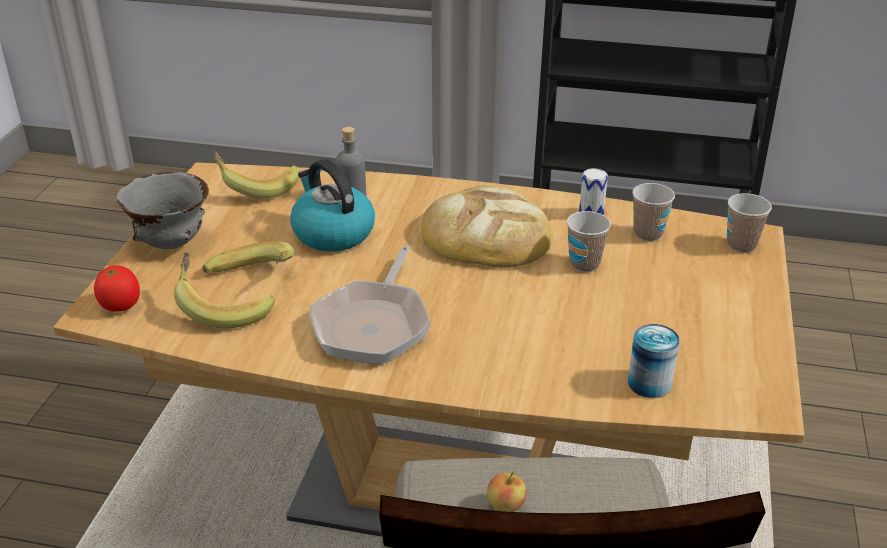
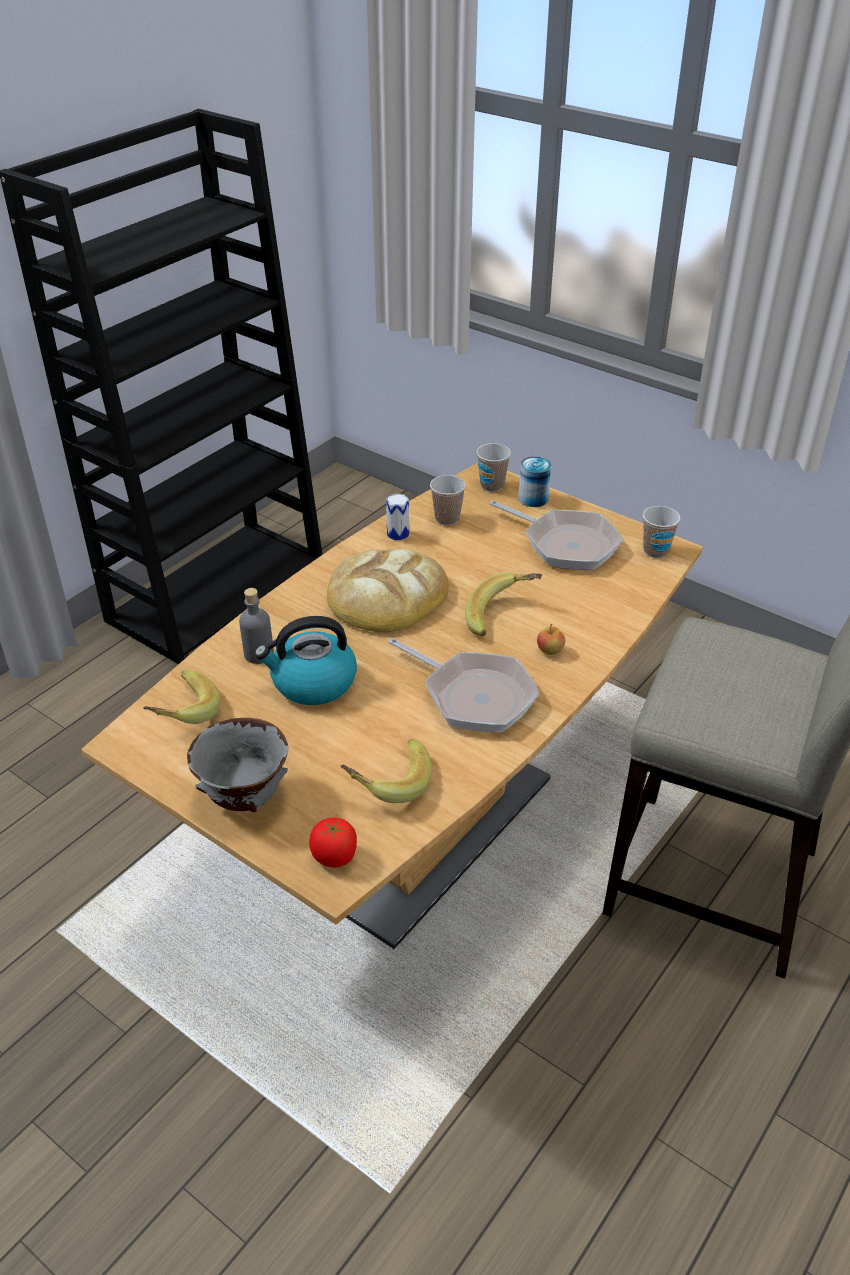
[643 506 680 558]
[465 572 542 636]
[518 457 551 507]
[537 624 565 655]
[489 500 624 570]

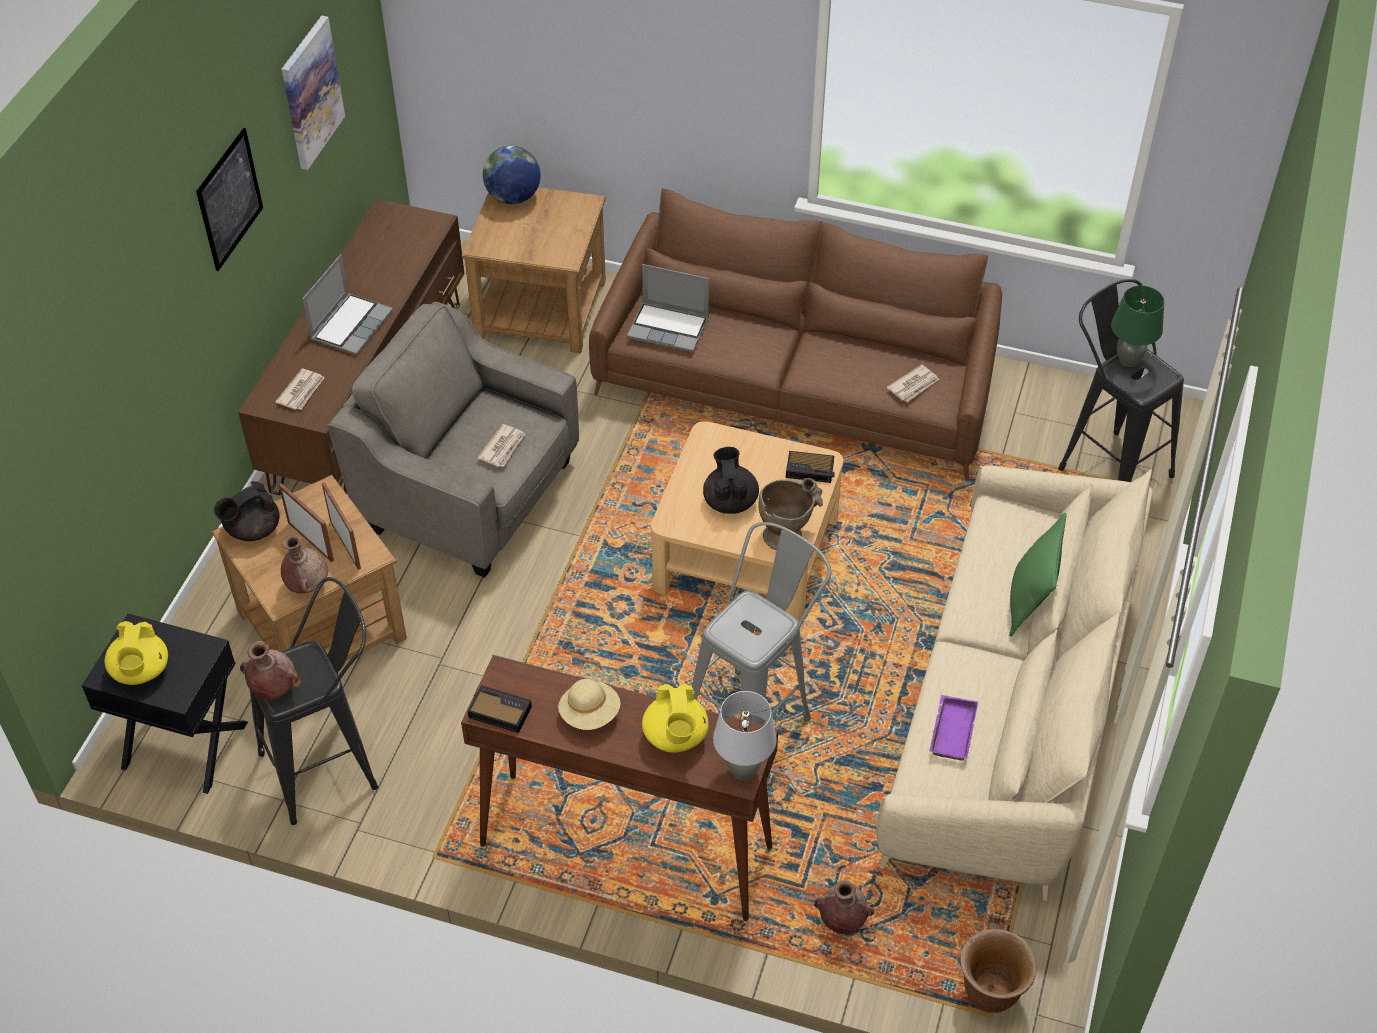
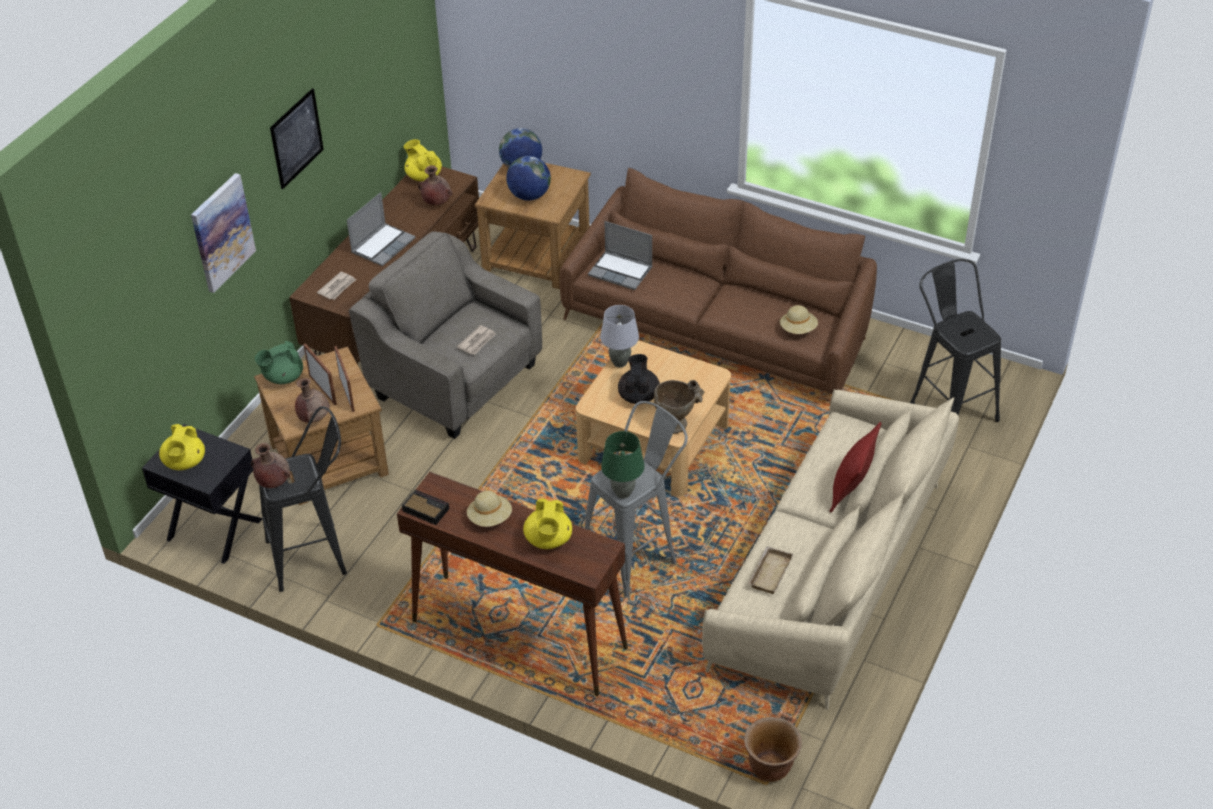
[191 173 256 293]
[601 431 645 499]
[780 305 818 334]
[786 451 835 483] (first image)
[255 341 303 384]
[830 422 881 512]
[600 305 639 367]
[748 546 793 594]
[418 165 453 205]
[404 139 442 181]
[506 156 551 201]

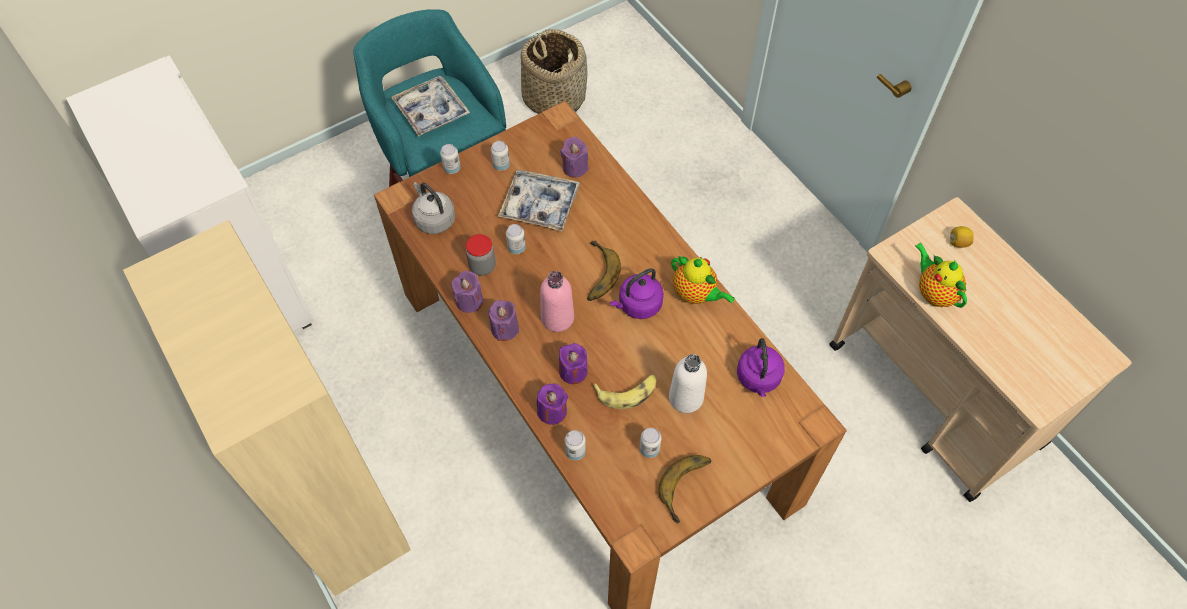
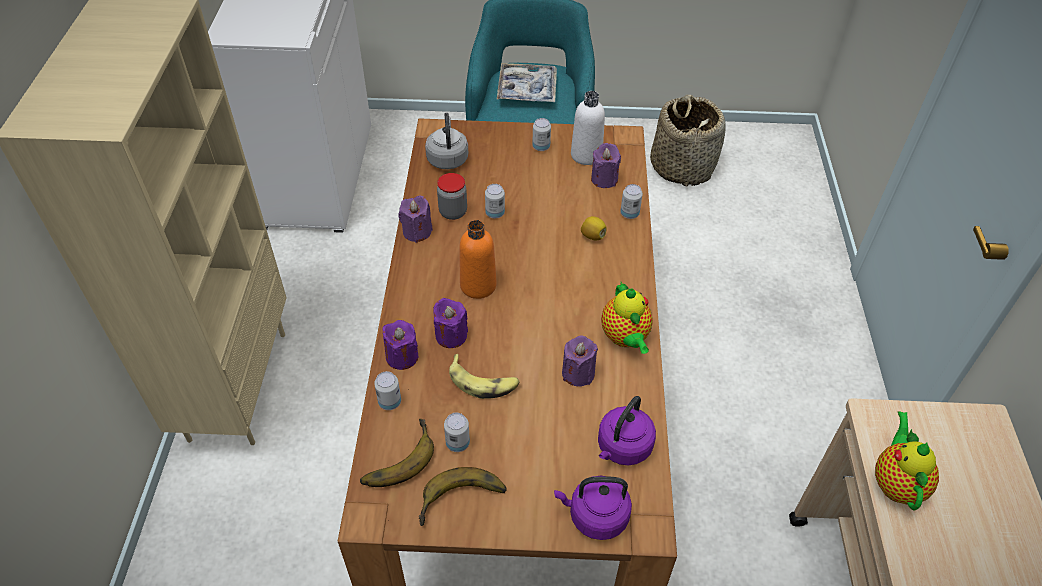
[620 184 643 219]
[498 170 580 232] (first image)
[581 216 607 241]
[360 419 434 487]
[554 476 632 540]
[459 220 496 299]
[562 335 598 387]
[571 91 605 165]

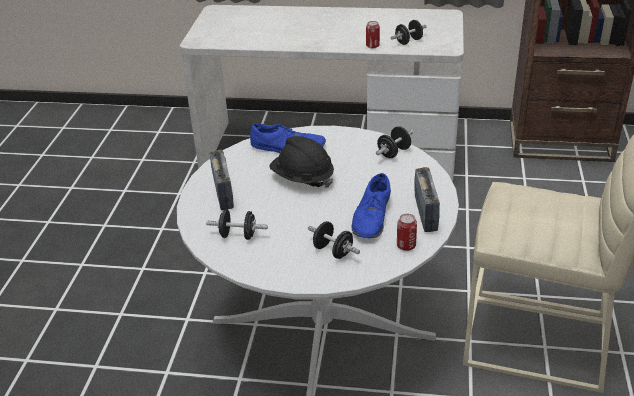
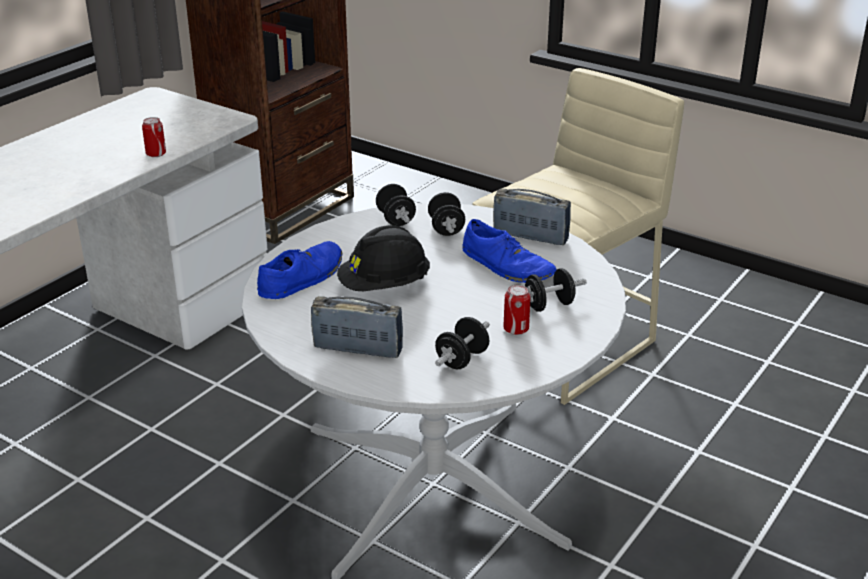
[428 192 465 236]
[503 285 531 335]

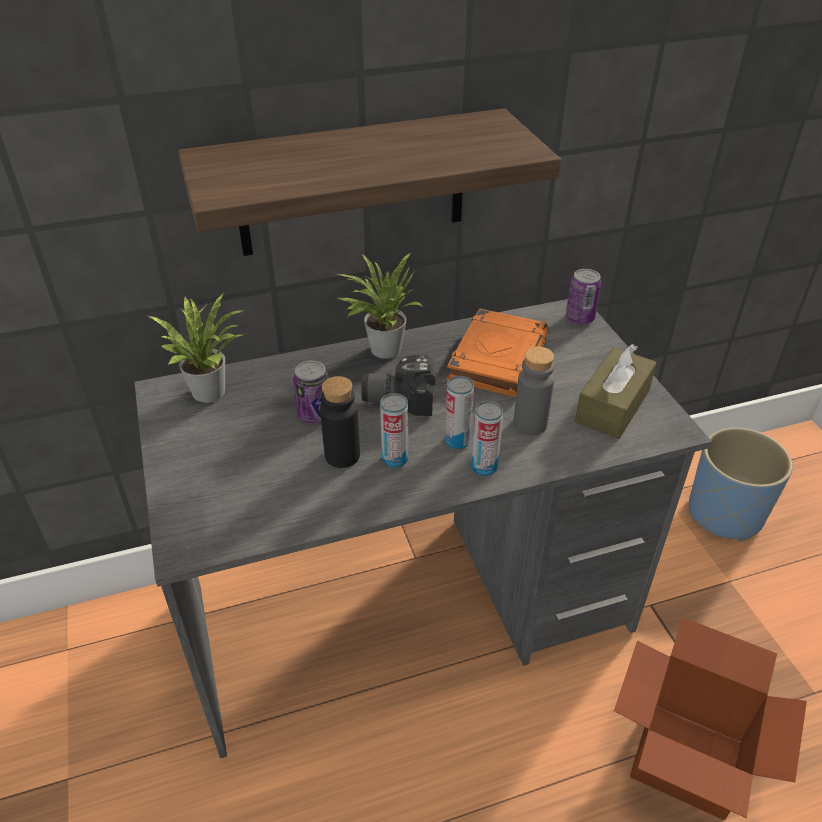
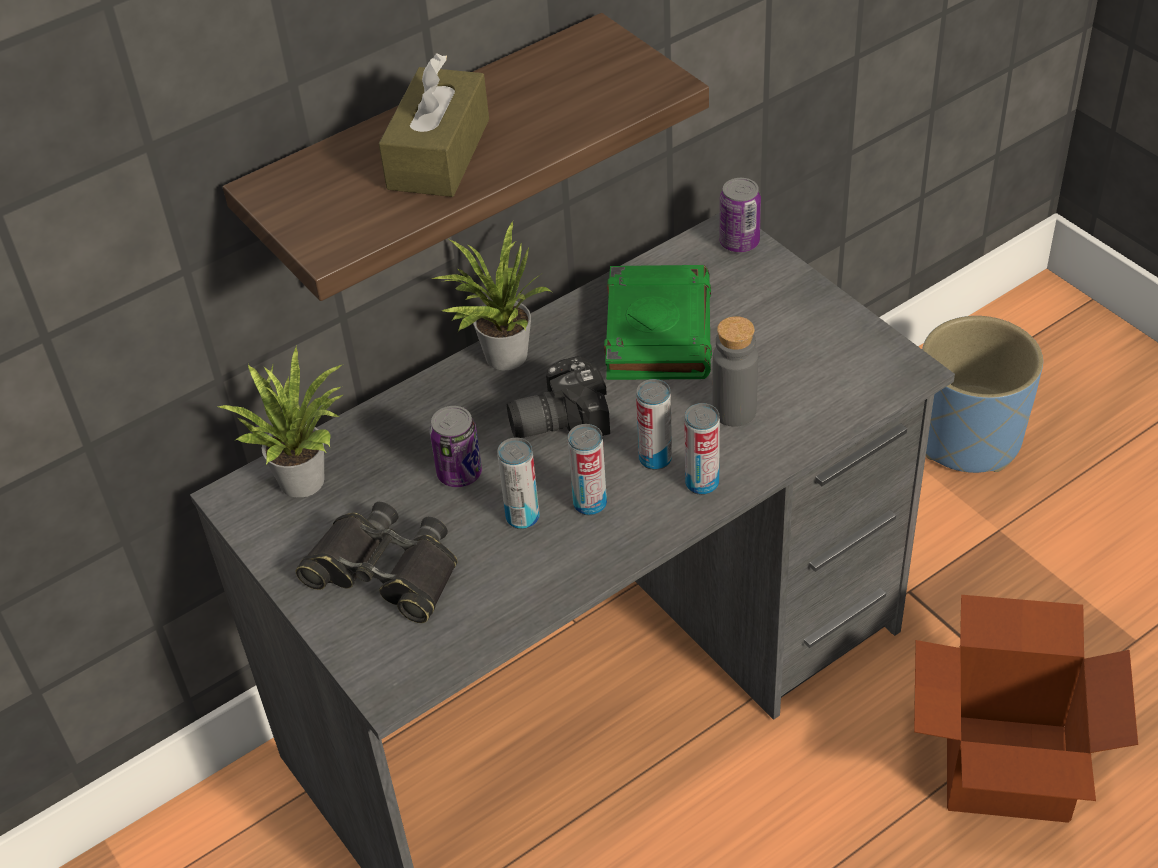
[604 265 712 380]
[379 53 489 197]
[497 438 540 529]
[295 502 458 623]

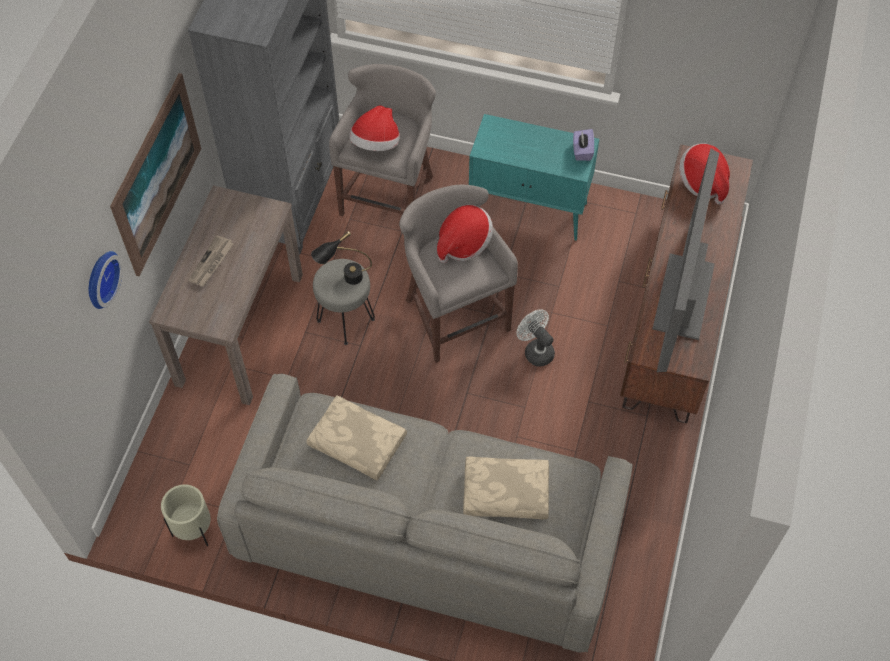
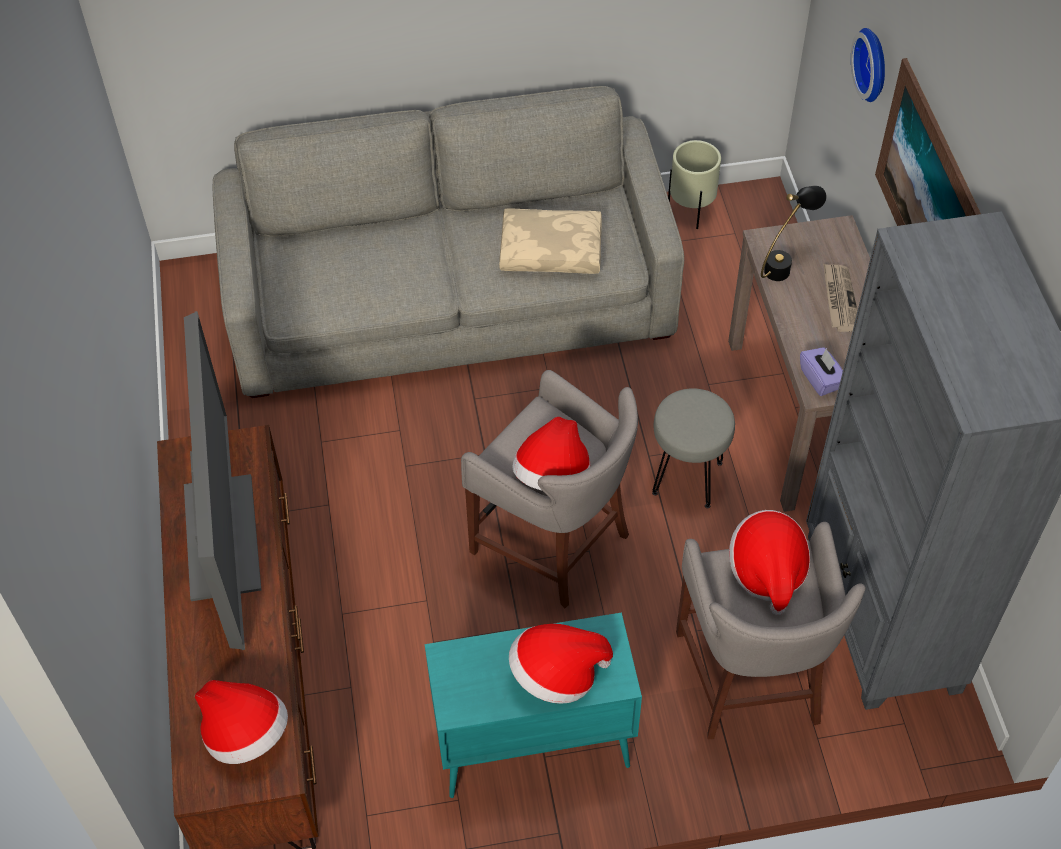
[800 347 843 396]
[761 186 827 281]
[516 309 555 367] (first image)
[463 457 549 519] (first image)
[509 624 613 704]

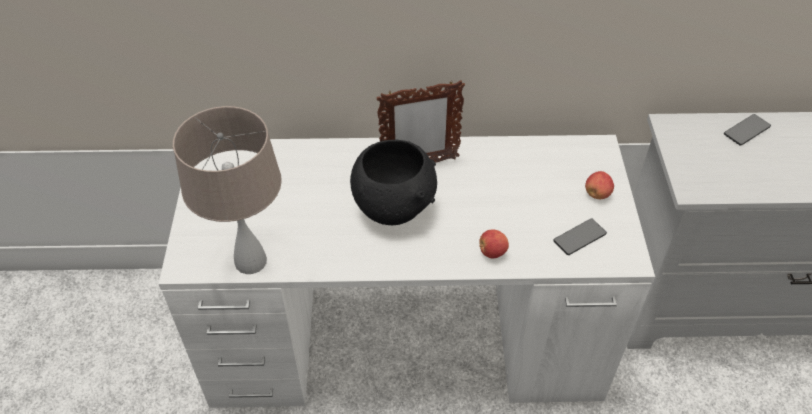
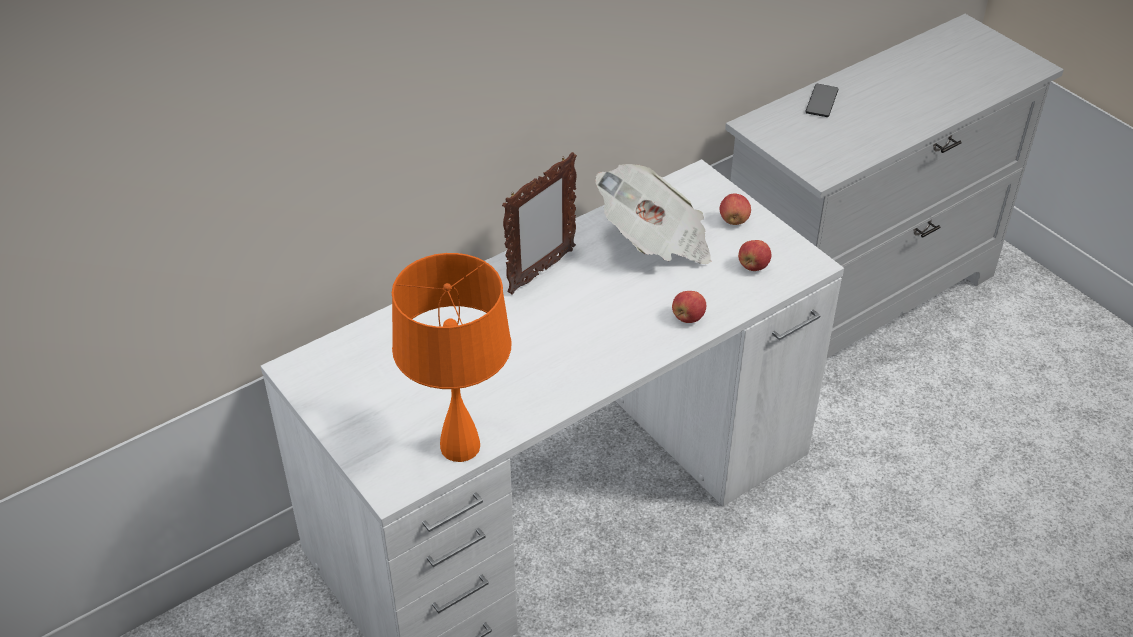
[392 253 512 462]
[350 140 437 225] (first image)
[738 240 771 271]
[595 164 711 264]

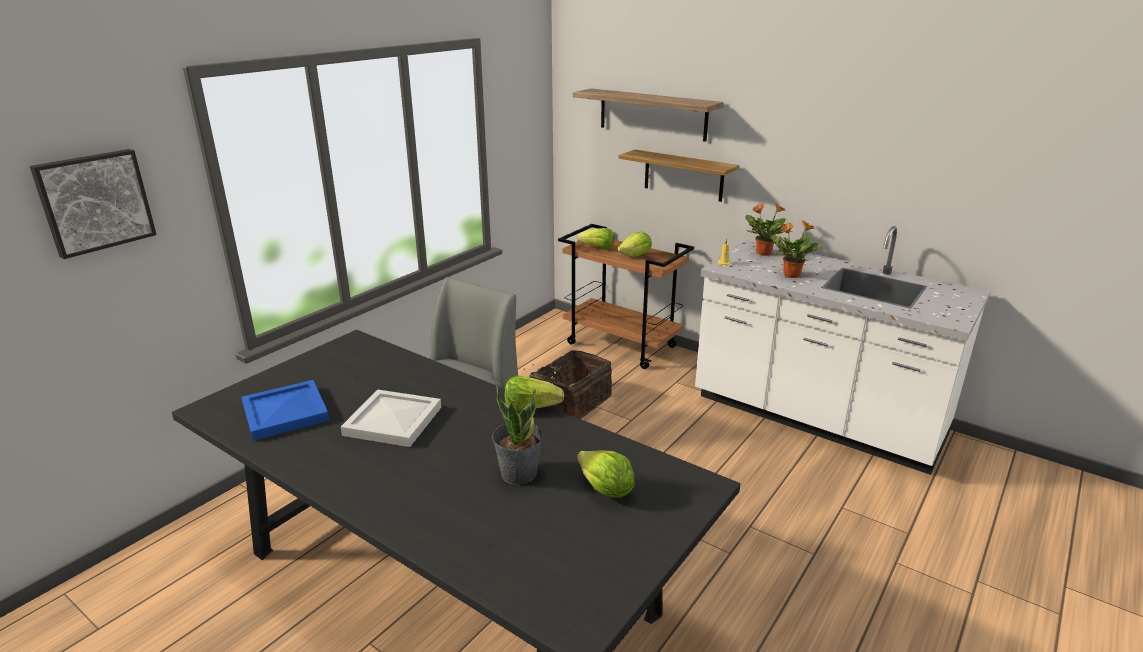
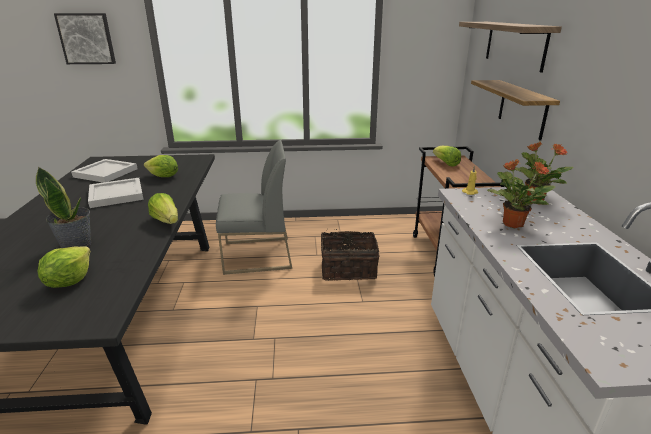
[144 155 178 177]
[71 159 138 183]

